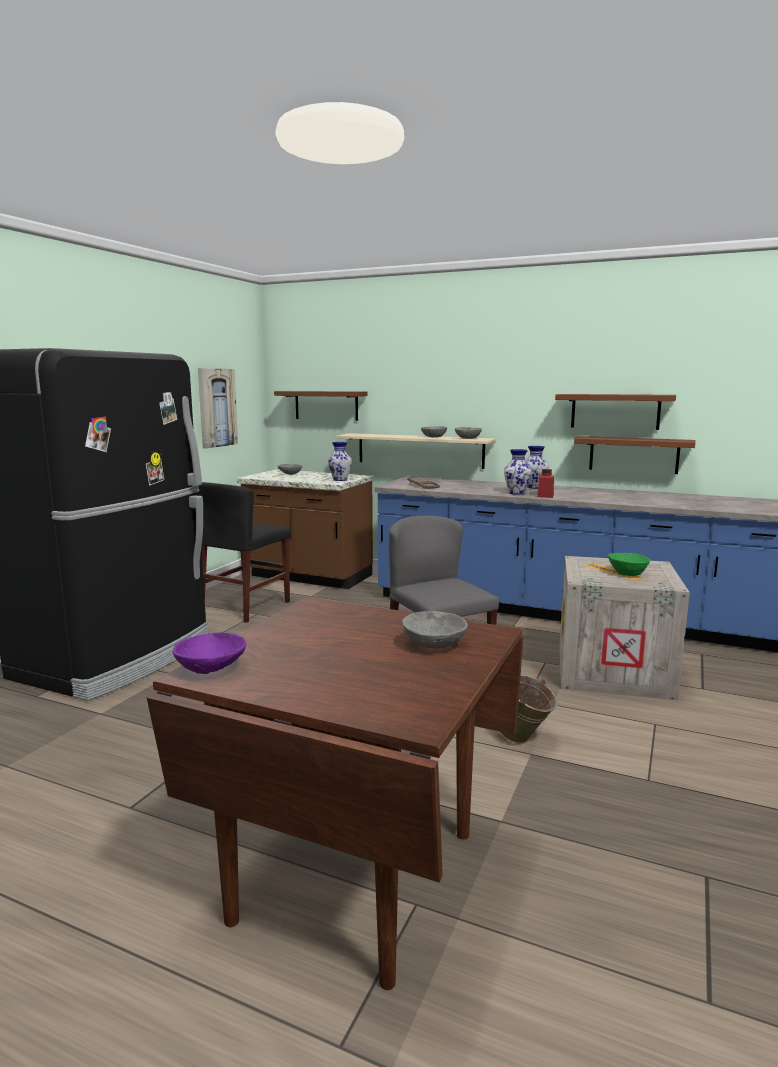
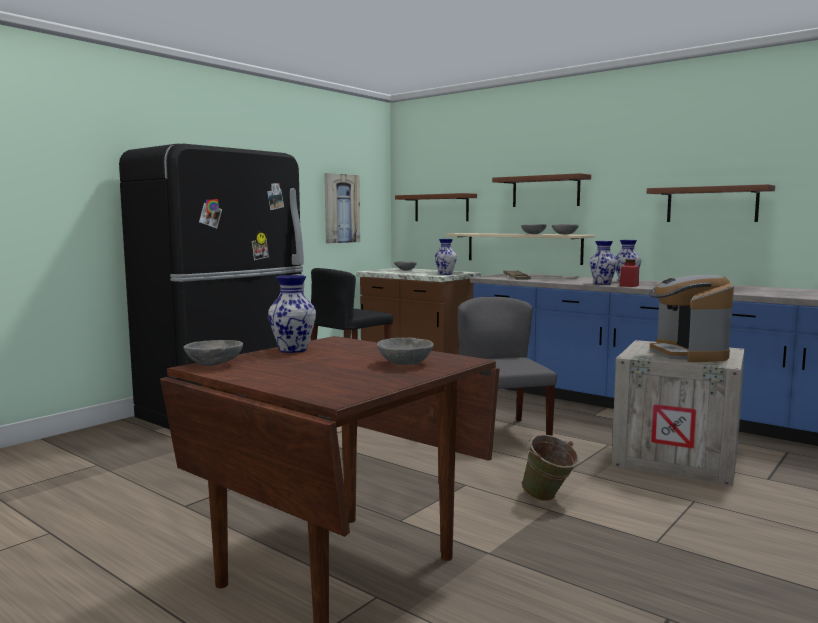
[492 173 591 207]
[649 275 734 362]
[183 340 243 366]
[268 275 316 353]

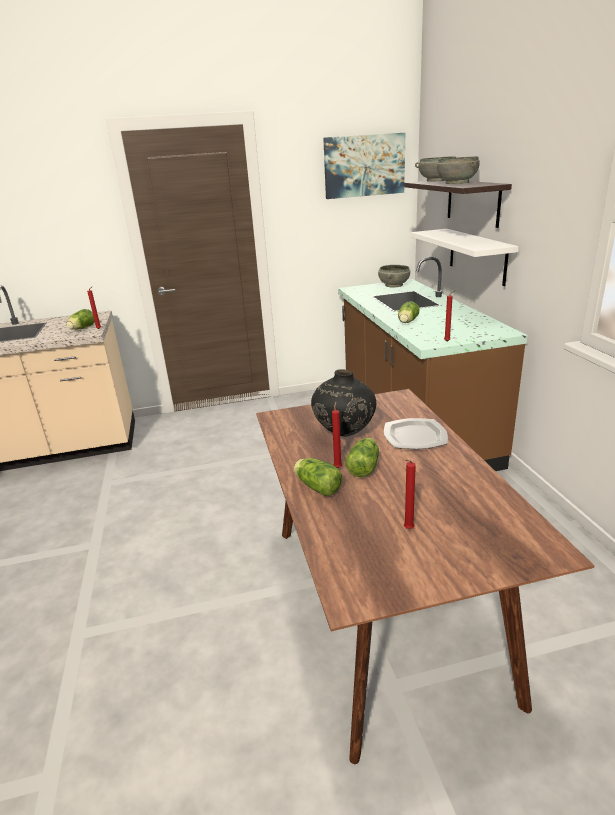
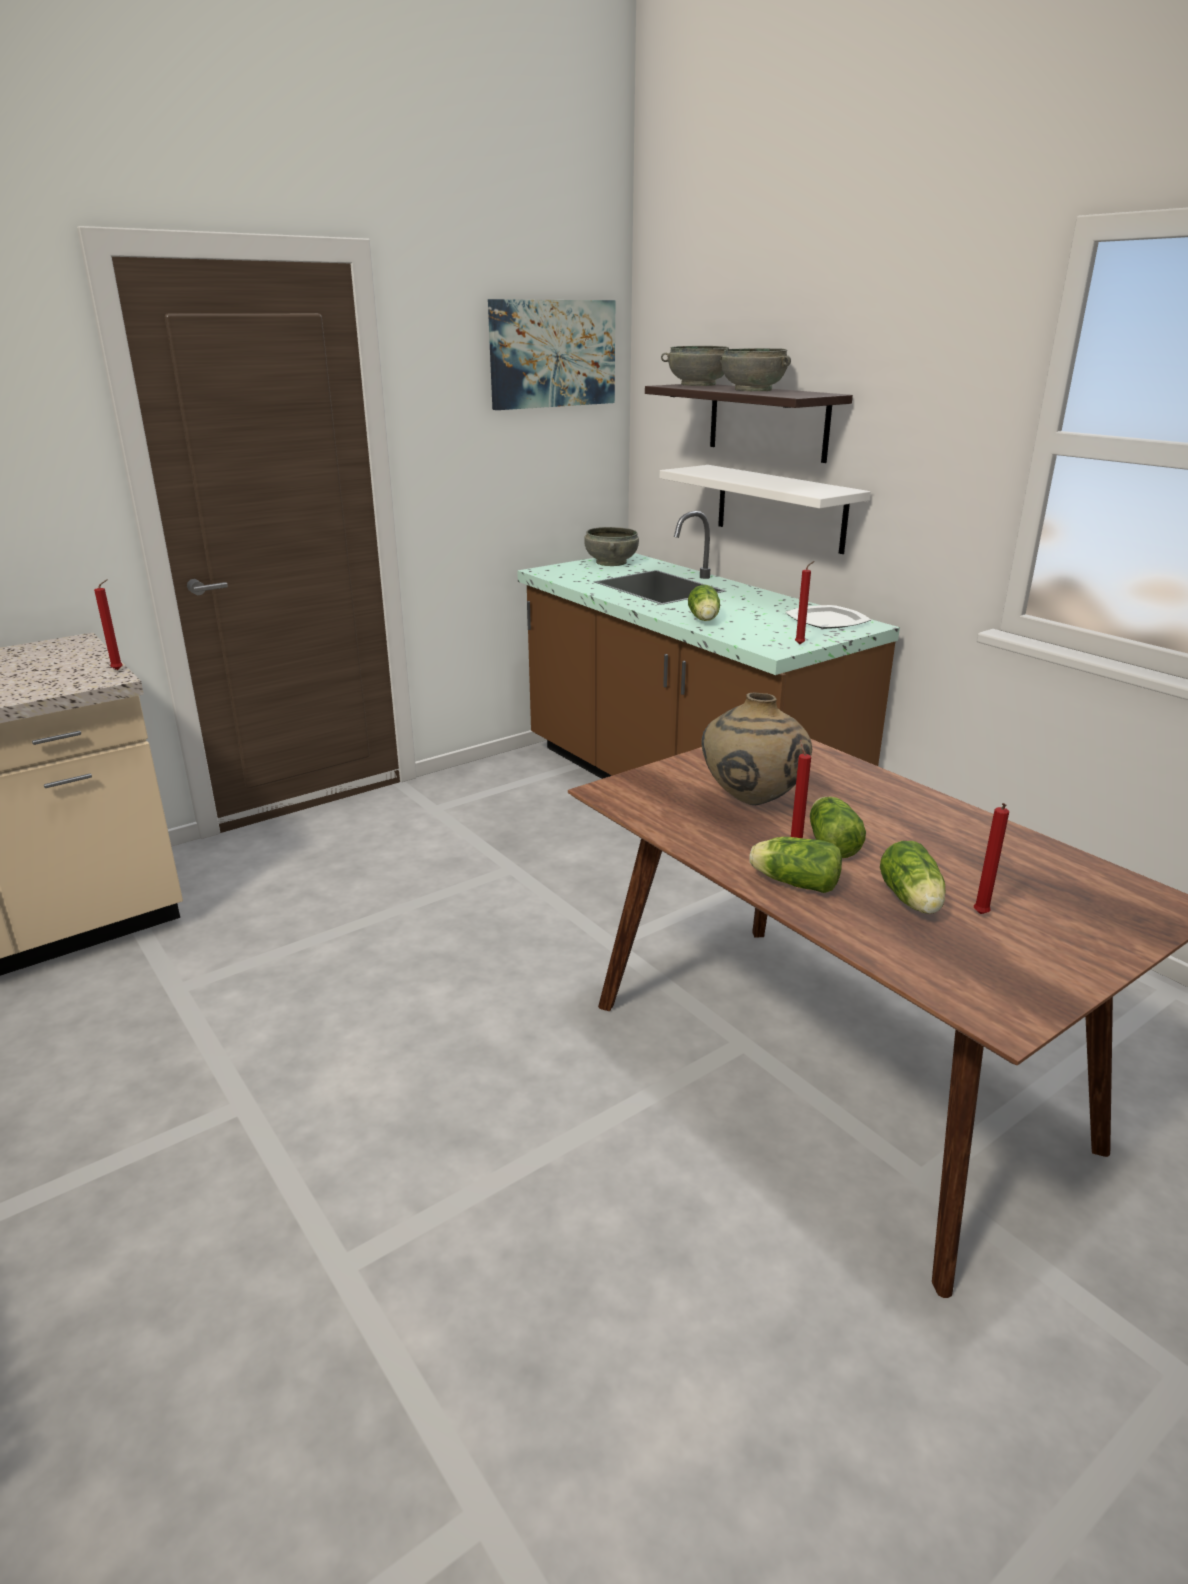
[880 841 945 914]
[702 693 812 805]
[785 605 871 629]

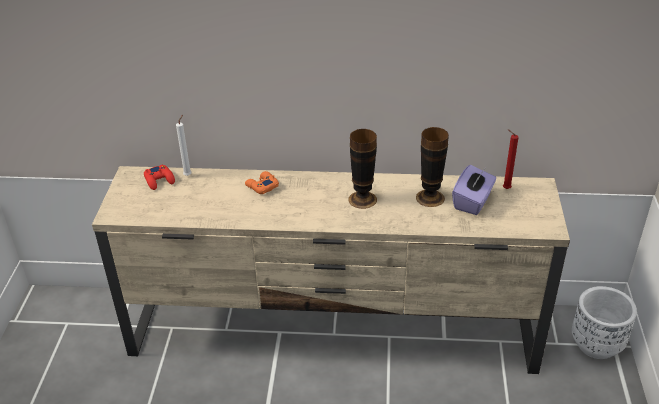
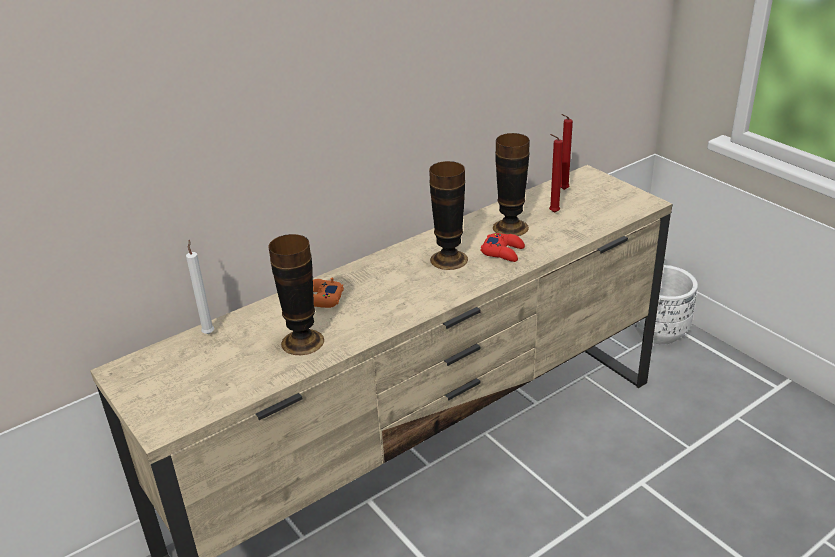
[481 233 525 262]
[549 134 563 213]
[269 234 324 355]

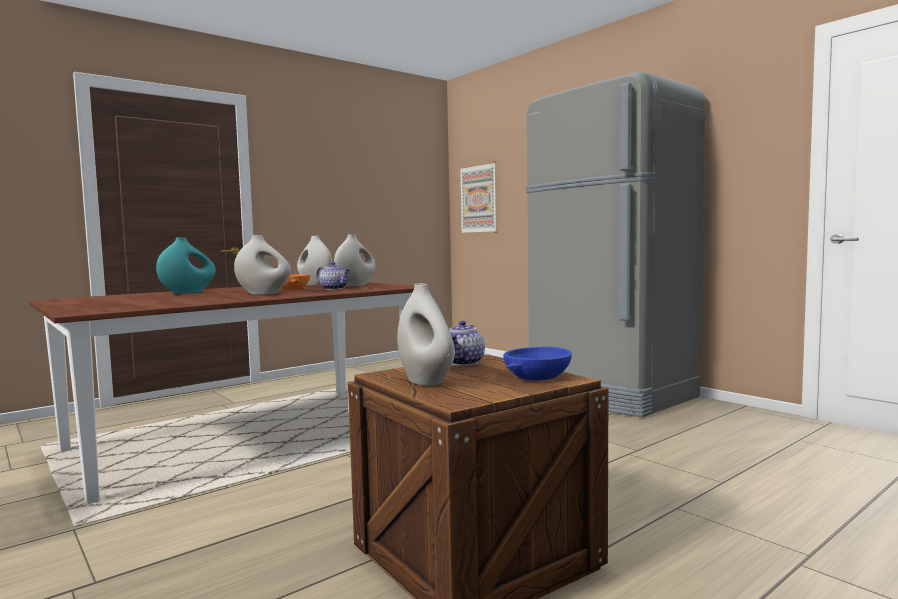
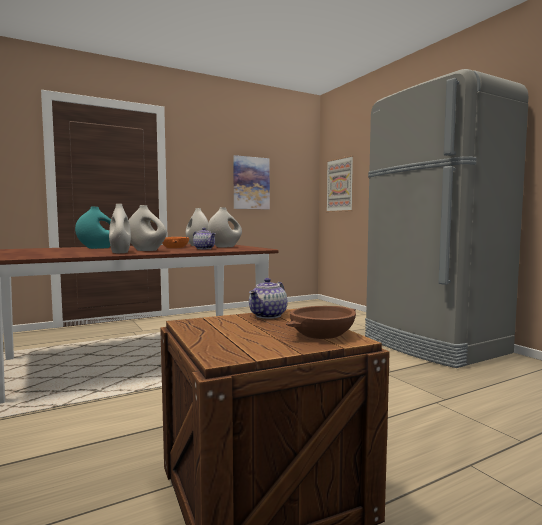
[109 204 131 253]
[286 306 356 339]
[233 155 270 209]

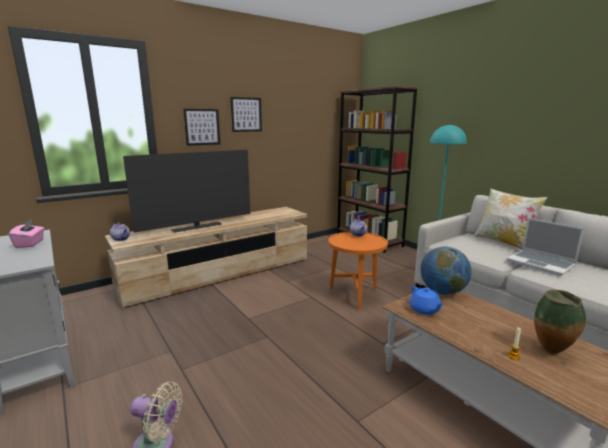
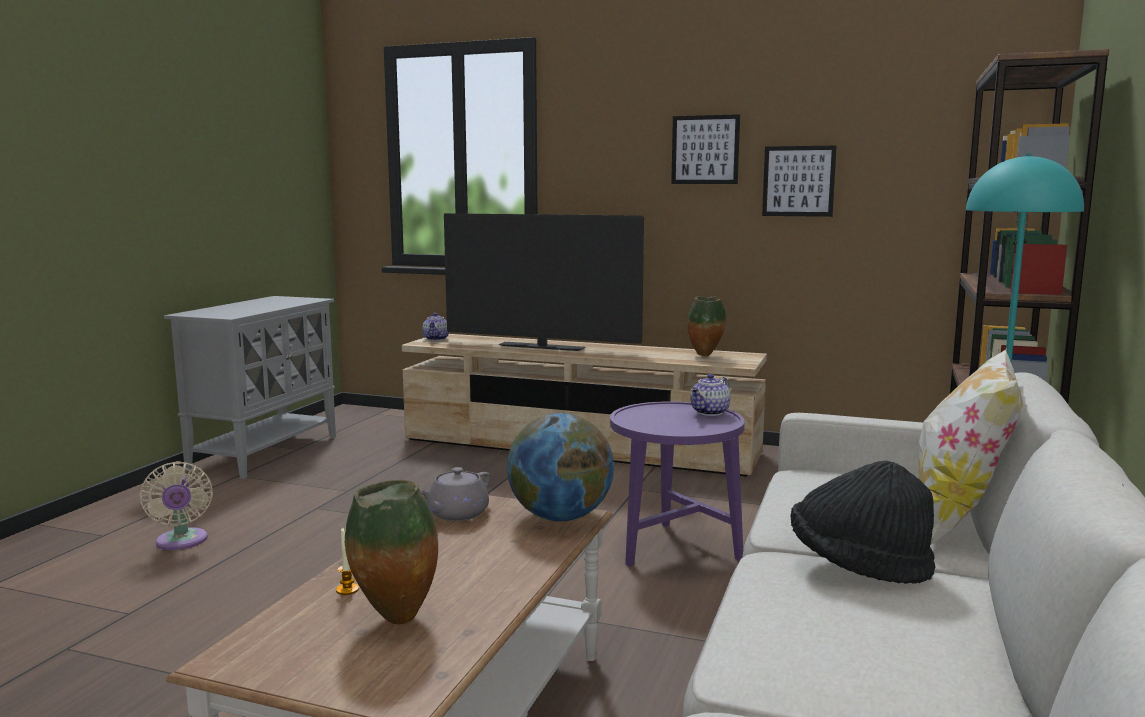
[762 145 837 217]
[791 461 935 584]
[9 219 44 248] (first image)
[610 401 745 567]
[421 467 490 521]
[687 296 726 356]

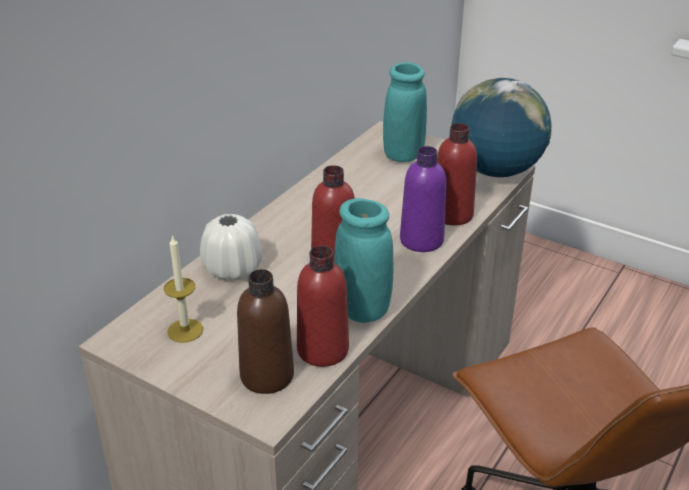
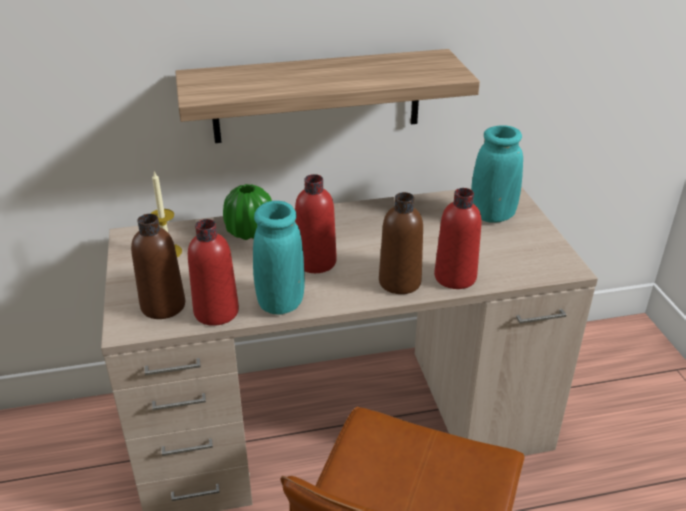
[452 78 552 177] (first image)
[379 192 423 294]
[223 184 272 240]
[175 49 480 143]

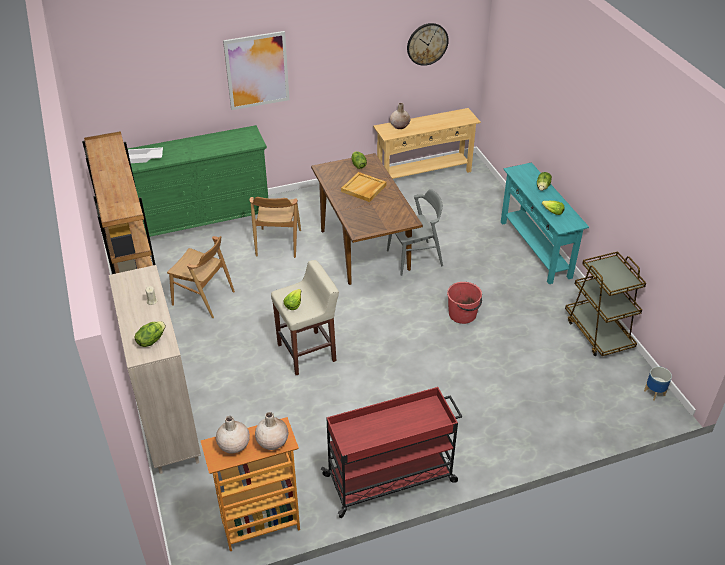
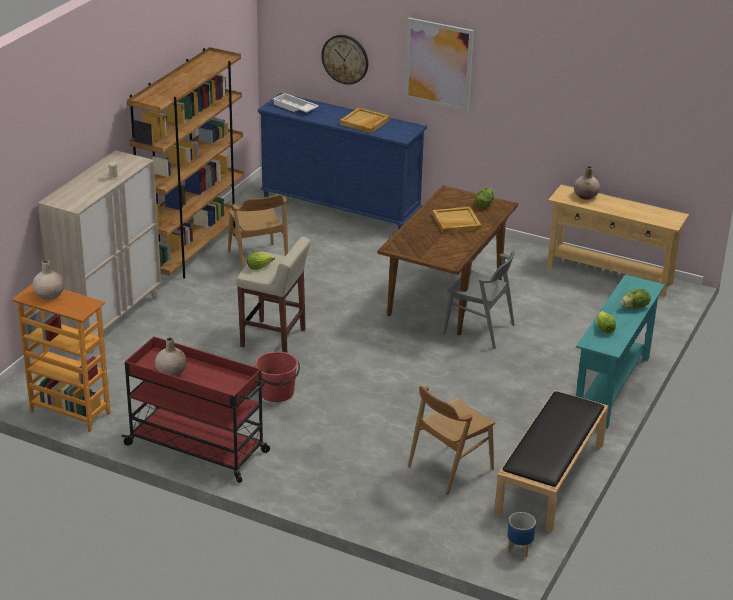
[321 35 368 85]
[258 93 427 230]
[408 386 495 495]
[494 390 609 533]
[255 351 300 402]
[134 321 166 347] (first image)
[155 337 187 377]
[340 108 390 133]

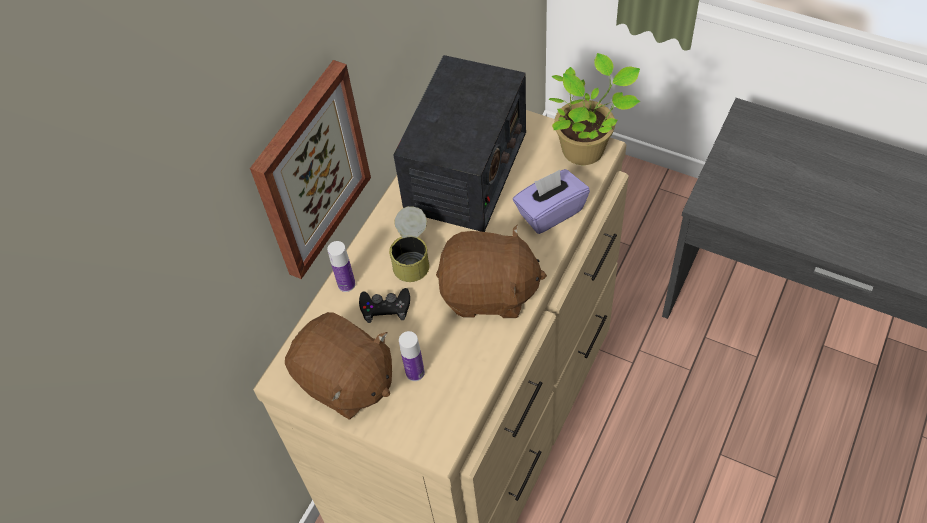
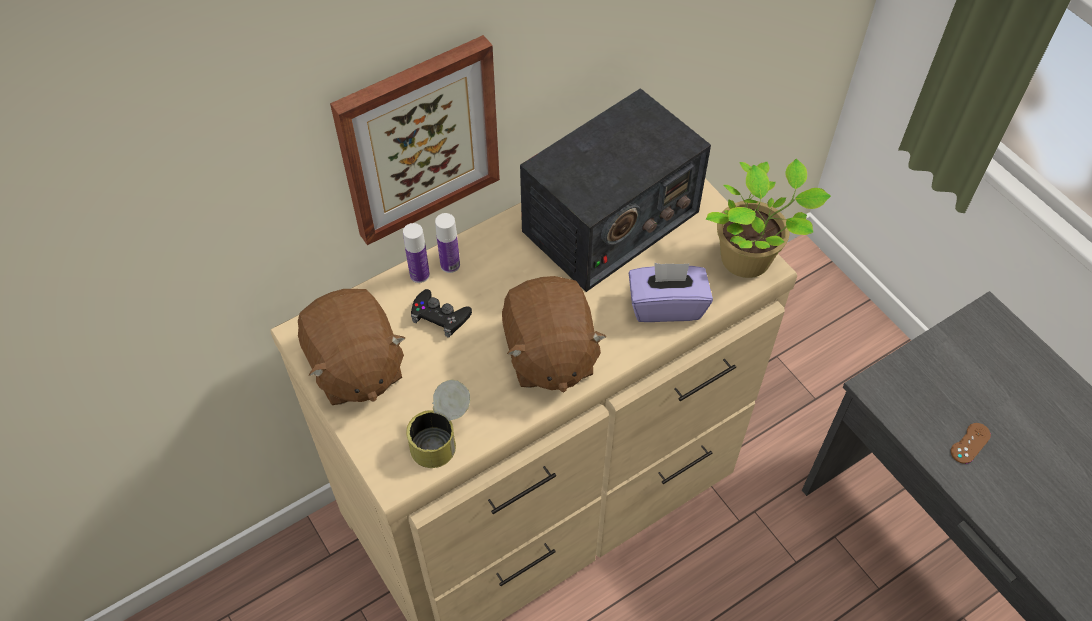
[406 379 470 468]
[502 276 607 392]
[435 213 460 273]
[951 423 991 464]

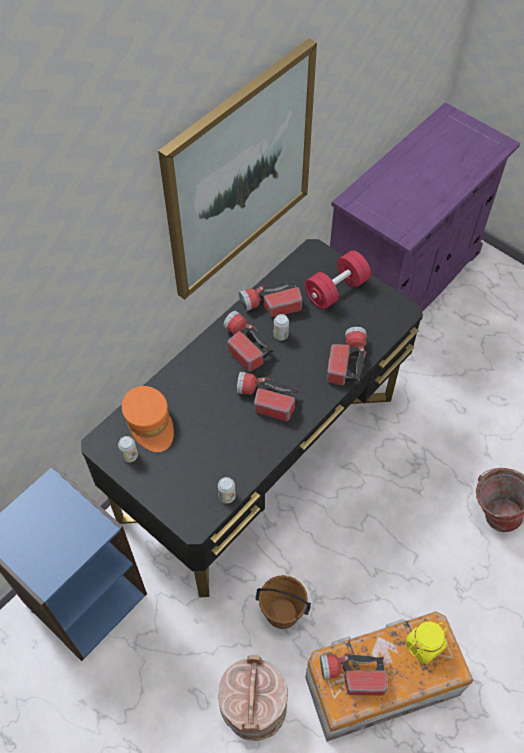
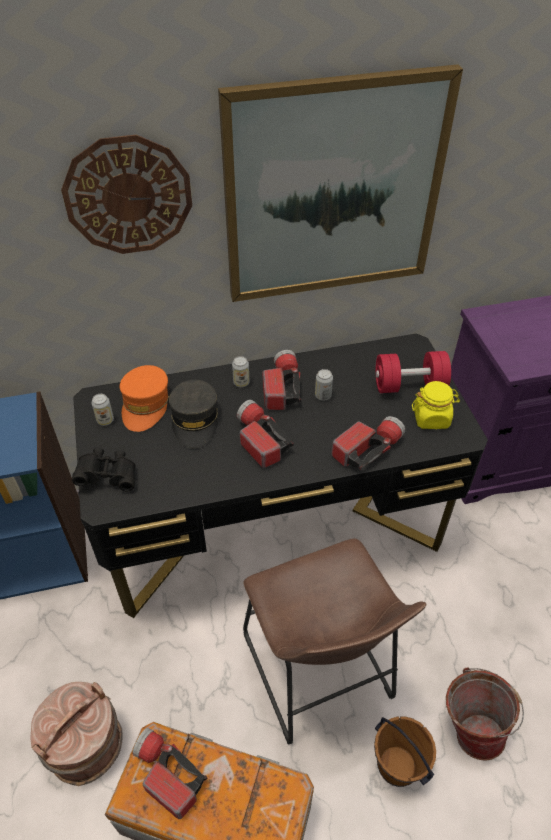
[239 281 302 317] (first image)
[232 356 249 387]
[374 716 436 787]
[412 381 460 429]
[61 135 192 254]
[169 380 218 448]
[72 447 135 491]
[243 538 427 745]

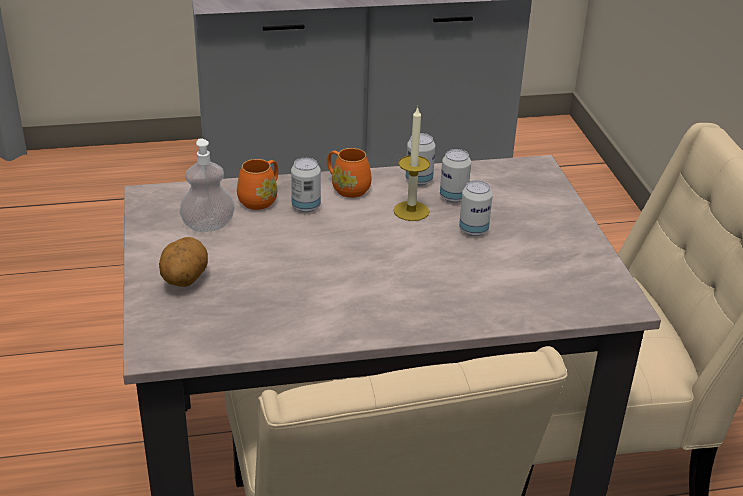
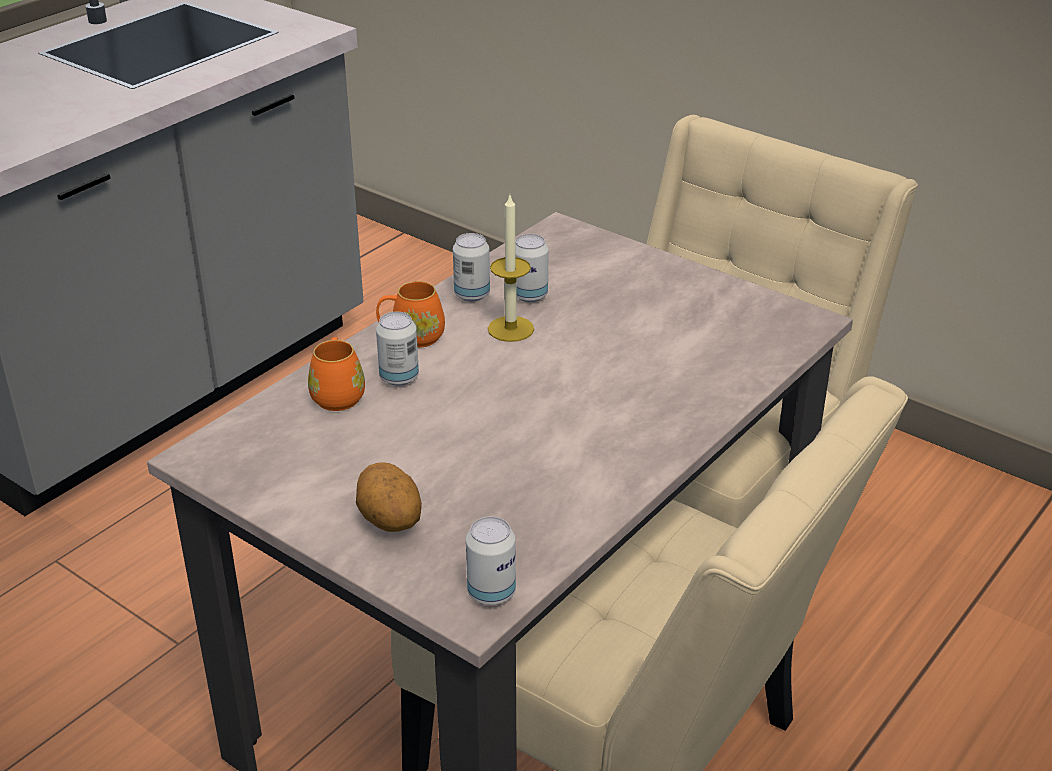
[180 138 235 232] (first image)
[466 517 516 605]

